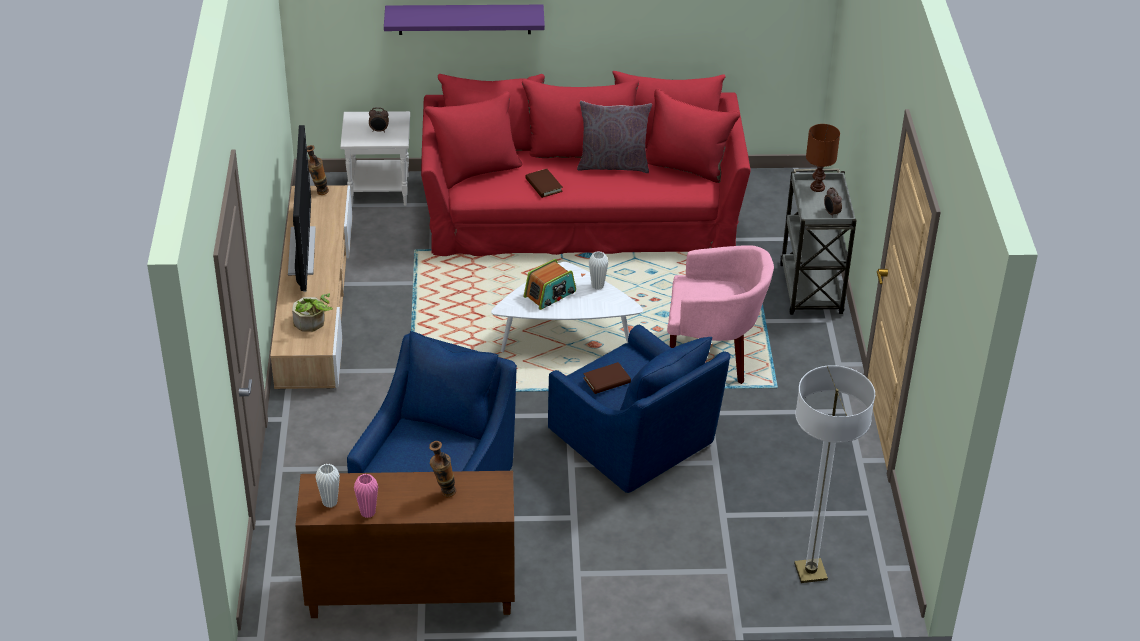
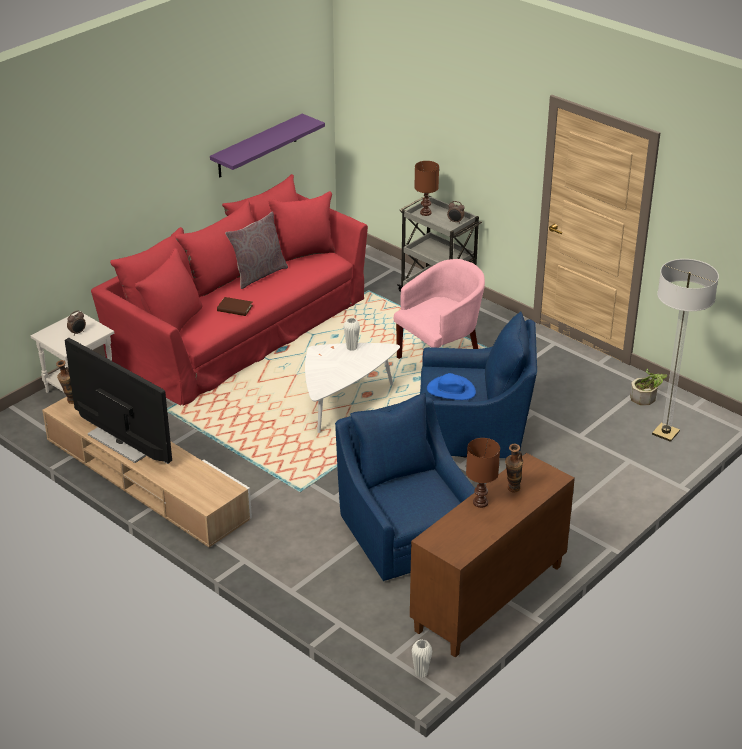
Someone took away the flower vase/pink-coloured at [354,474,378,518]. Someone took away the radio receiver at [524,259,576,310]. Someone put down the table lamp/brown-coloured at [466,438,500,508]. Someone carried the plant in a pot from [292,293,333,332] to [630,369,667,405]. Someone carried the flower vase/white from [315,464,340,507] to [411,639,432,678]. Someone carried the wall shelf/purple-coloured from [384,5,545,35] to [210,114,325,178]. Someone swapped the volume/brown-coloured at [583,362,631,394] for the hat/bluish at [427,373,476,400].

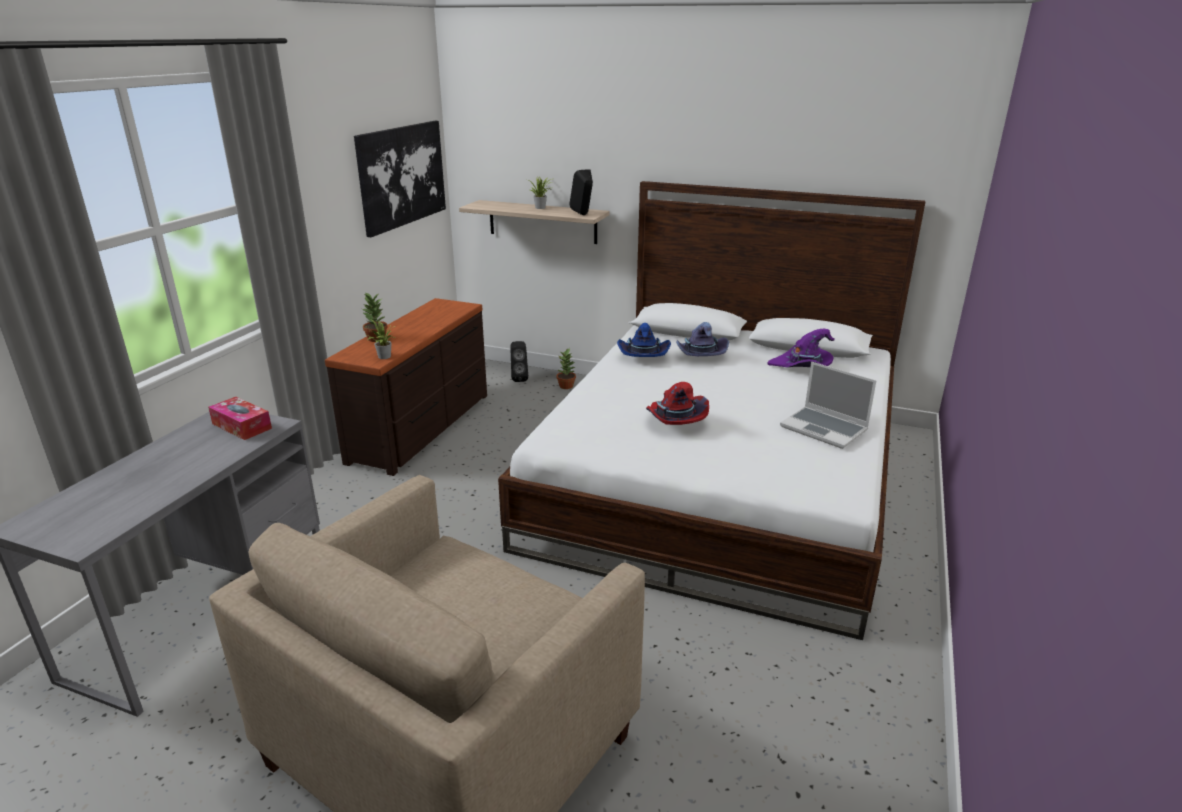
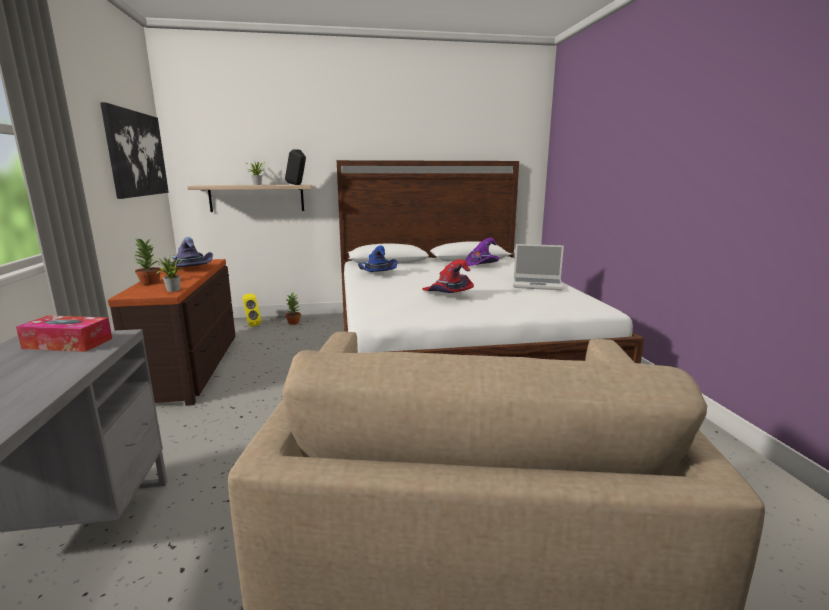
Someone carried the hat/purple-coloured from [676,322,729,356] to [163,237,213,267]. Someone repainted the audio speaker/black-coloured at [510,341,528,382], which became the audio speaker/yellow at [243,294,261,327].

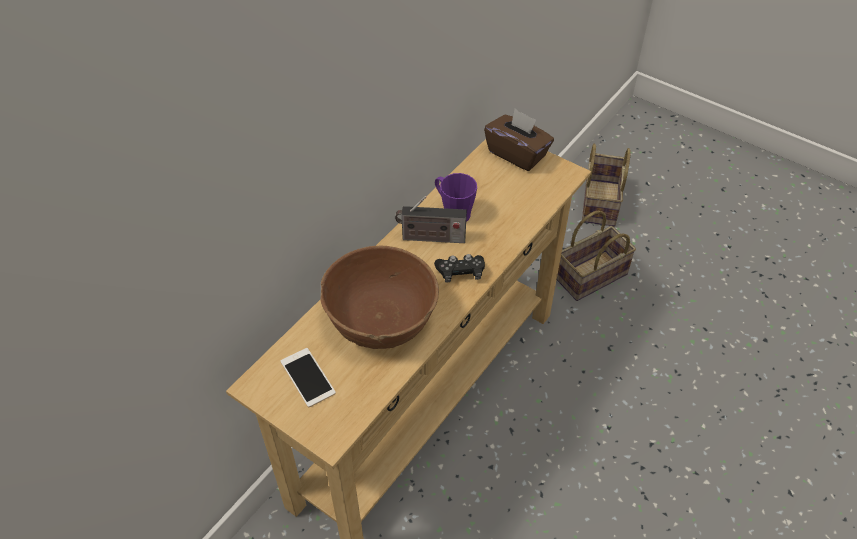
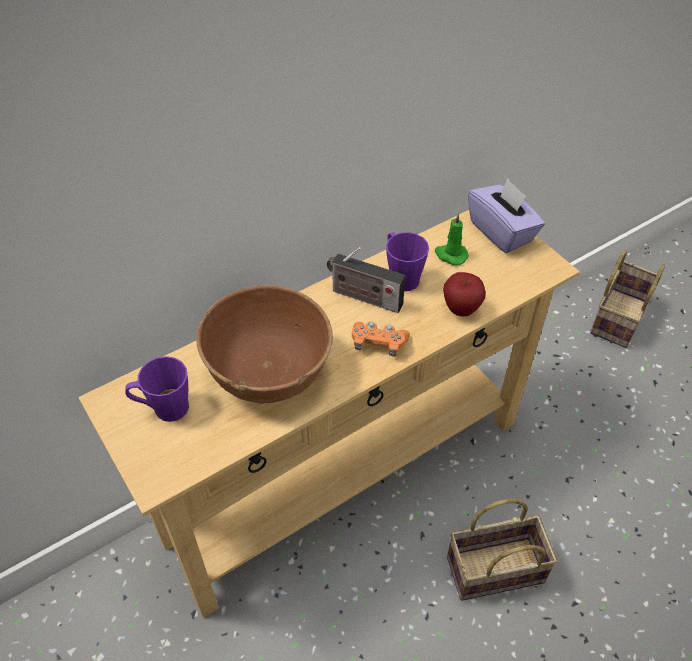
Someone put down the wax candle/greenish at [435,213,469,265]. Someone put down the apple at [443,272,486,317]. Someone carried the storage basket from [557,211,636,301] to [447,499,557,601]. Someone swapped the telephone at [280,348,336,407] for the coffee mug/purple-coloured at [125,356,189,422]. Someone repainted the game controller/black-coloured at [434,254,485,282], which became the game controller/orange at [352,321,410,357]. Someone repainted the box of tissues/brown-coloured at [484,109,554,171], which became the box of tissues/purple-coloured at [468,178,545,253].

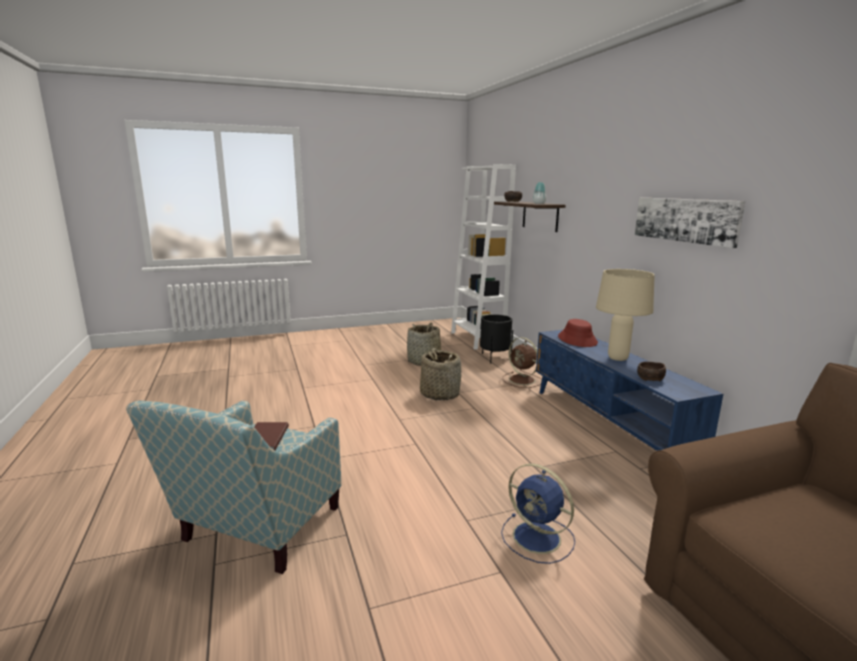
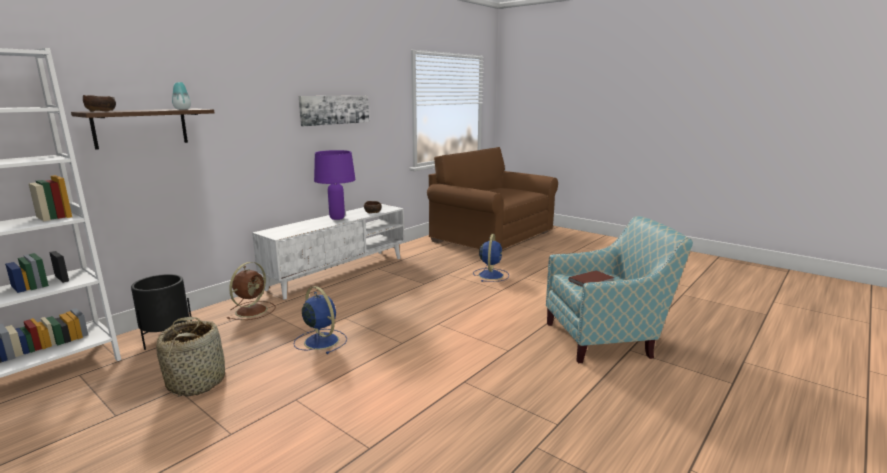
Someone took away the hat/red at [558,319,598,347]. Someone swapped the storage basket at [420,348,461,400] for the electric fan/bluish at [293,286,347,354]. Someone repainted the media console/bluish at [536,330,723,451], which became the media console/white at [252,204,405,300]. Someone repainted the table lamp/beige-coloured at [596,269,655,361], which became the table lamp/purple-coloured at [314,150,356,220].

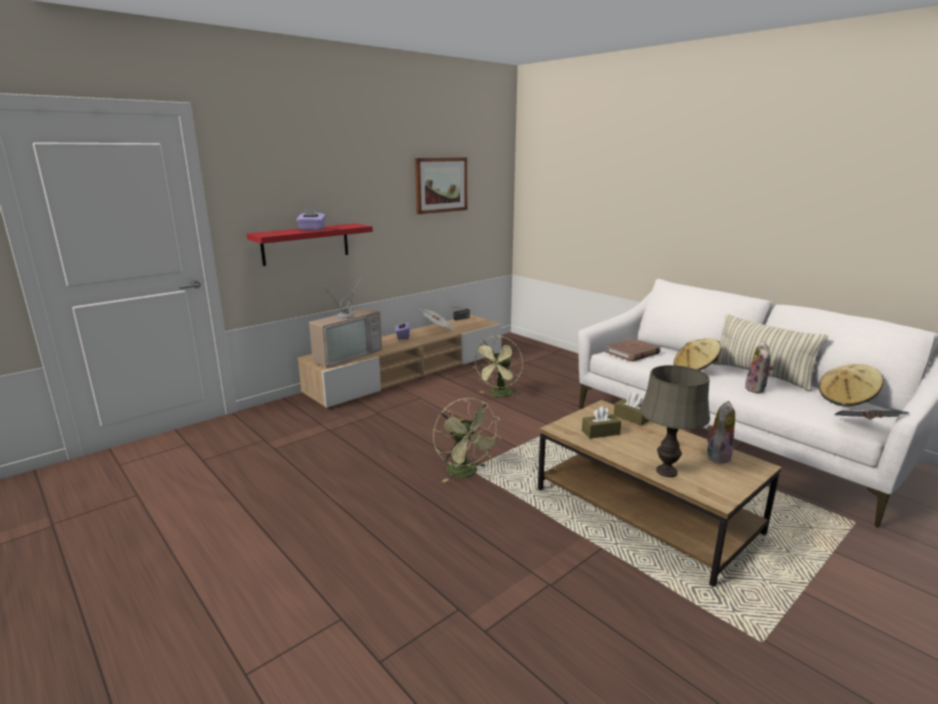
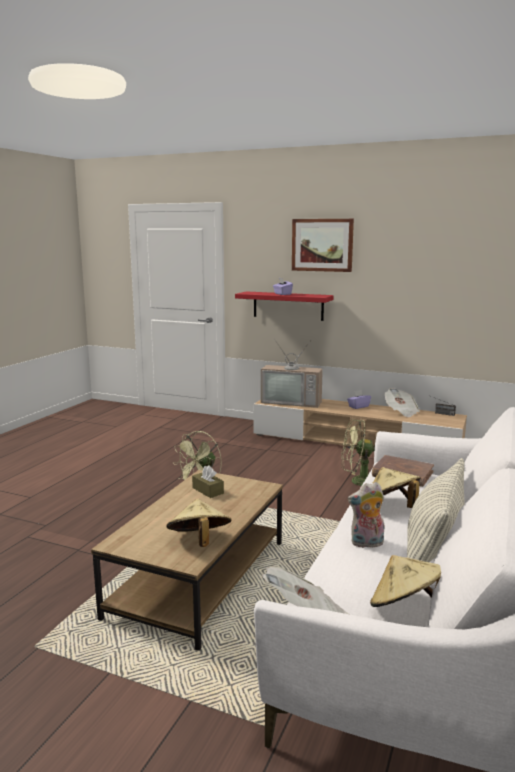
Someone took away the box of tissues/brown-coloured at [614,393,649,426]. Someone took away the table lamp/greyish at [640,365,710,477]. Someone carried the picture from [415,157,467,214] to [292,219,354,272]. Someone swapped the cuddly toy at [707,401,735,463] for the hat/beige-coloured at [166,499,232,547].

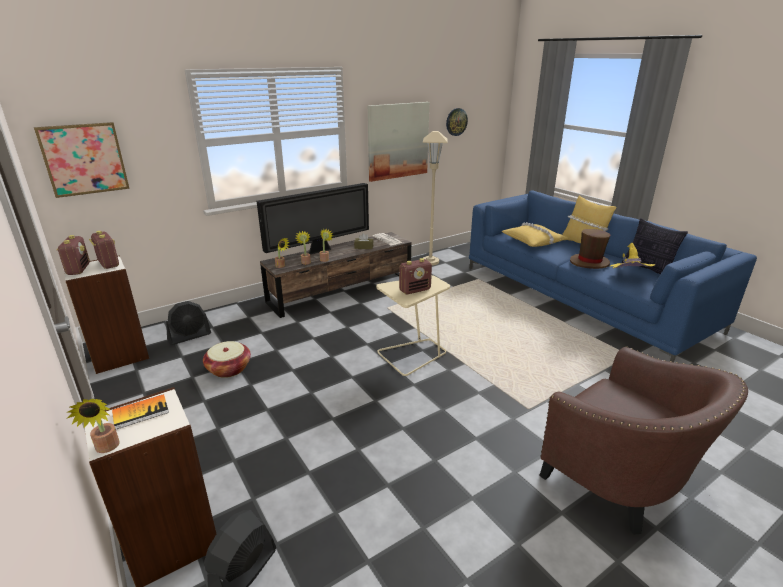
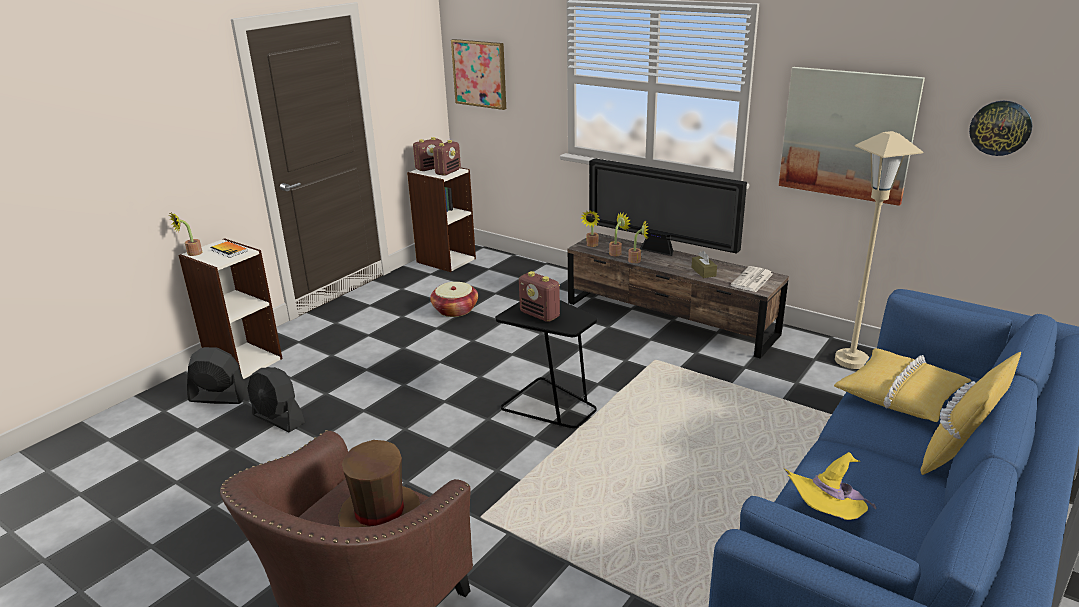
Someone took away the pillow at [622,218,688,274]. Someone carried the electric fan/black-coloured from [166,301,211,345] to [247,367,305,432]. Someone carried the hat/brown-coloured from [570,229,610,269] to [338,440,420,527]. Someone repainted the accent table/beige-coloured at [376,275,450,376], which became the accent table/black-coloured at [495,300,597,428].

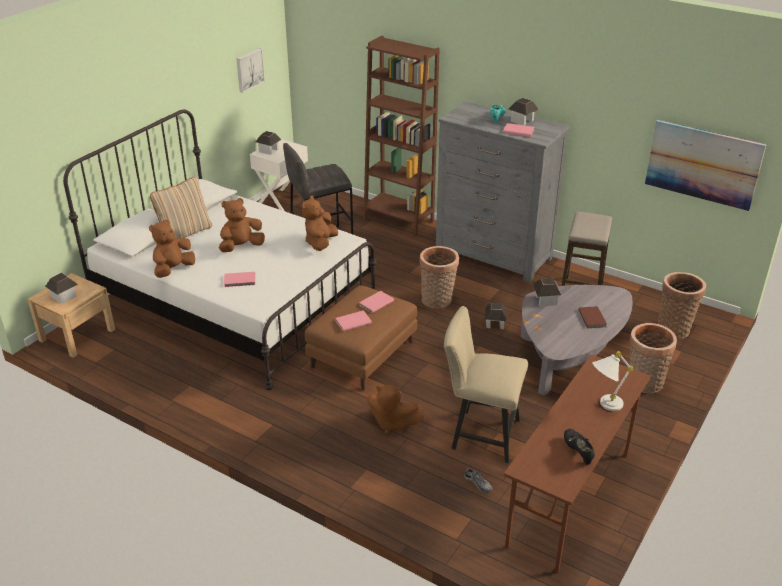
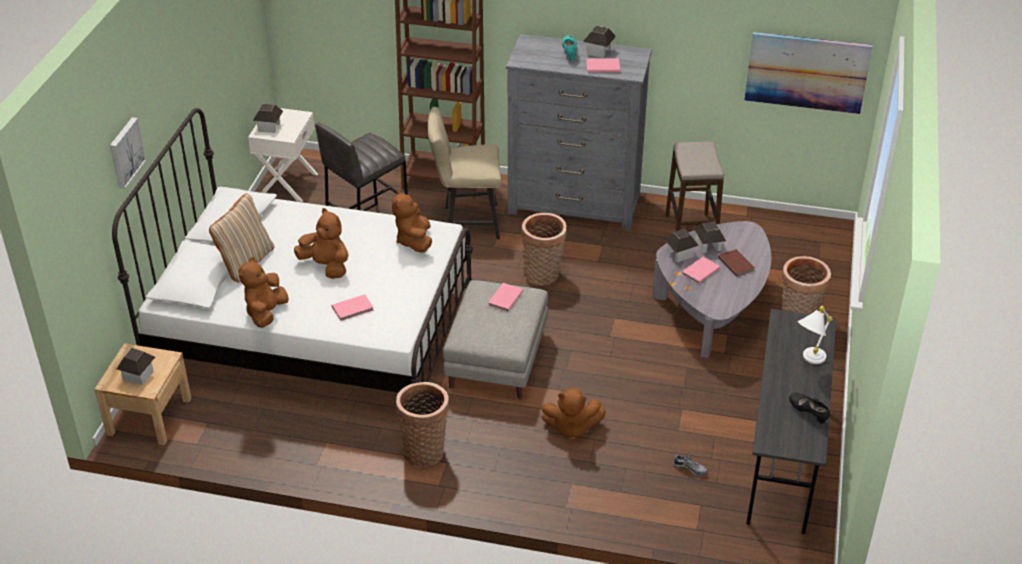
Someone carried the picture from [236,48,265,93] to [110,117,146,189]. Someone carried the volume/pink-coloured from [336,310,372,331] to [682,257,720,284]. Someone carried the upright chair/beige-coloured from [444,306,528,463] to [428,107,502,239]. Someone carried the toy house from [485,303,507,329] to [694,221,726,253]. Someone carried the storage basket from [658,272,706,339] to [396,382,449,468]. Someone repainted the pouffe/brown-coloured at [305,285,417,390], which became the pouffe/greyish at [443,280,548,399]. Someone repainted the desk/brown-coloured at [504,355,651,573], which became the desk/greyish at [746,309,836,534]. Someone rotated the cuddly toy/brown-coloured at [219,198,265,252] by 90 degrees clockwise.

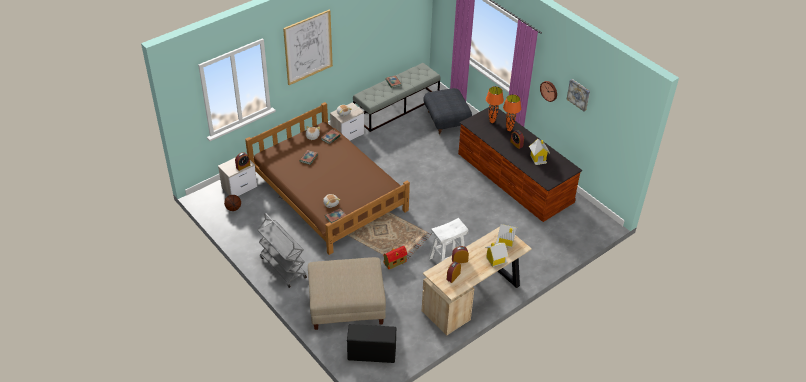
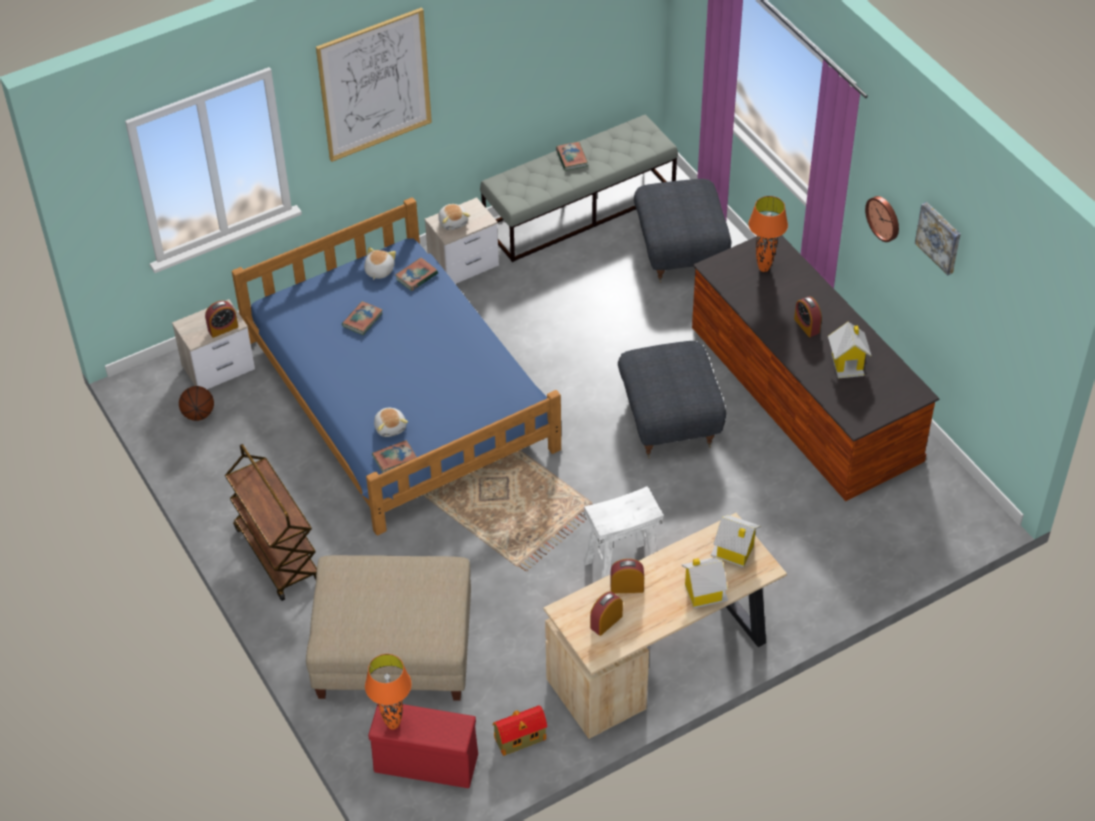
Someone put down the pouffe/greyish at [618,341,726,458]. Someone carried the toy house from [383,246,407,269] to [492,705,547,756]. Someone carried the table lamp/orange from [503,94,521,131] to [365,654,412,729]. Someone repainted the bed/brown-coloured at [245,102,410,255], which became the bed/bluish at [232,197,561,535]. Someone repainted the trolley/greyish at [257,213,307,288], which became the trolley/brown-coloured at [225,444,317,601]. Someone repainted the storage bin/black-coloured at [347,324,397,363], which became the storage bin/red at [368,704,478,788].

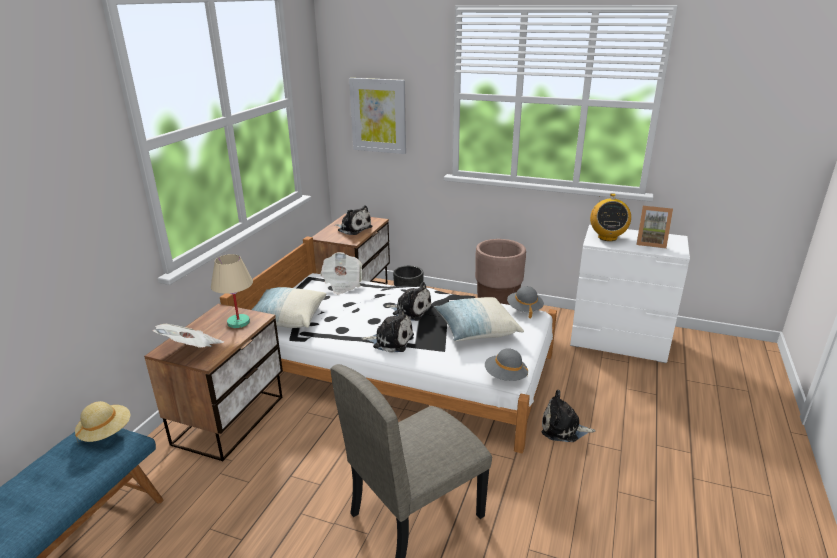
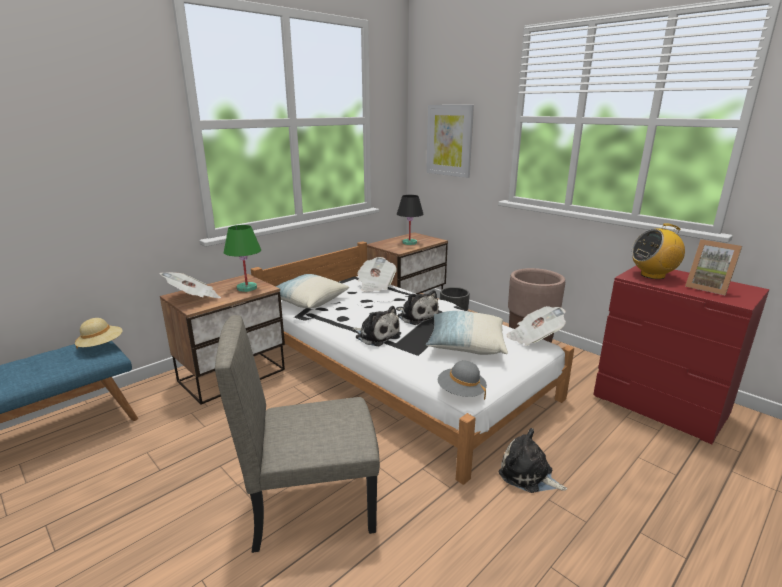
Someone swapped the cuddly toy at [335,205,372,235] for the table lamp/black-coloured at [397,195,424,245]. Someone swapped the hat/greyish at [507,286,544,319] for the daily paper at [507,306,566,346]. Someone repainted the table lamp/beige-coloured at [211,254,253,328], which became the table lamp/greenish at [224,225,261,292]. Someone repainted the chest of drawers/white at [570,225,690,363], which became the chest of drawers/red at [593,266,769,444]. Someone rotated the radio receiver at [590,193,631,241] by 45 degrees clockwise.

